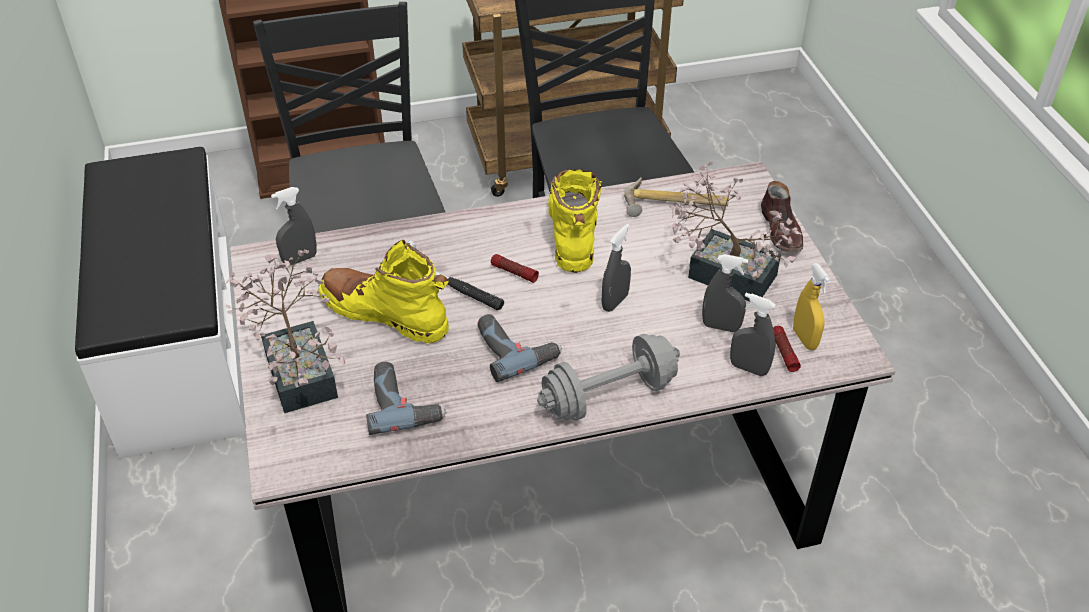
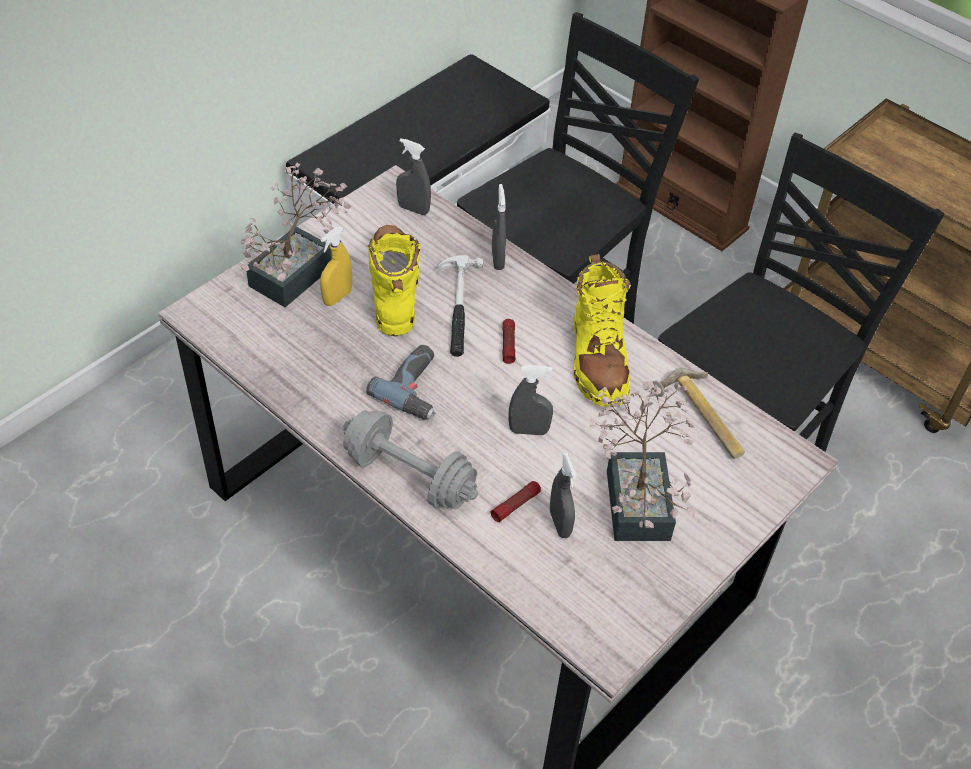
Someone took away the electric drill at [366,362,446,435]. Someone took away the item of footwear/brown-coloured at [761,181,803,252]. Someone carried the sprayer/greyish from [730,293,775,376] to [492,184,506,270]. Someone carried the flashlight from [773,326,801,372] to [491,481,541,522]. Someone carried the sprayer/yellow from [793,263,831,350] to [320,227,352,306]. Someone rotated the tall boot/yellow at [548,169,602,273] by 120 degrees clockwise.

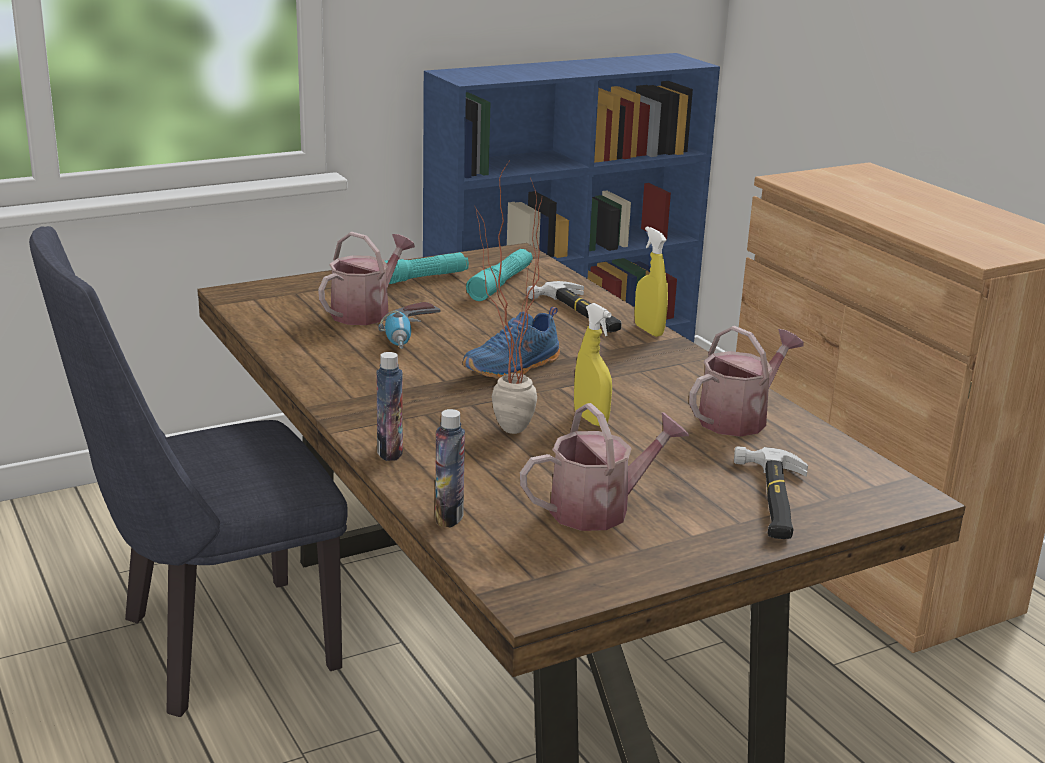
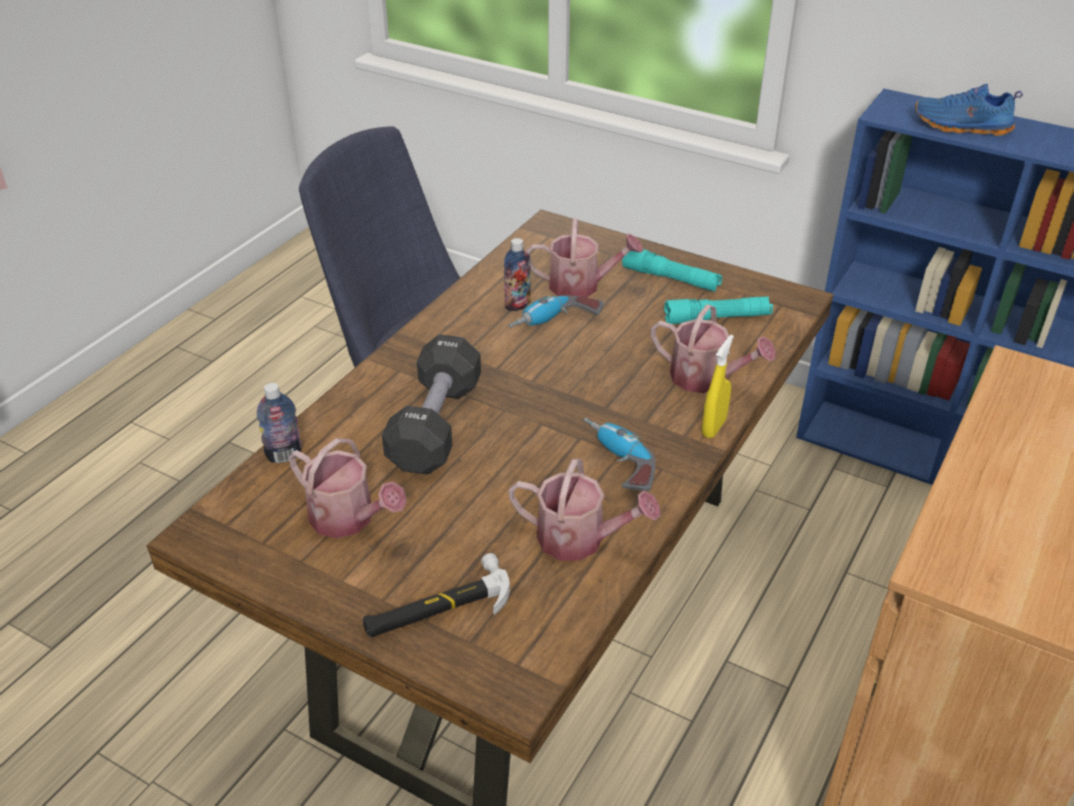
Someone took away the sprayer/yellow at [574,303,612,427]. Someone put down the electric drill at [584,418,656,491]. Someone carried the beverage bottle from [376,352,403,461] to [504,238,531,311]. Someone carried the item of footwear/bluish from [463,307,560,379] to [915,84,1023,136]. Someone swapped the plant in a pot at [475,162,542,434] for the free weight/black-coloured at [382,334,481,475]. Someone swapped the tool hammer at [527,281,622,332] for the watering can at [651,304,776,393].

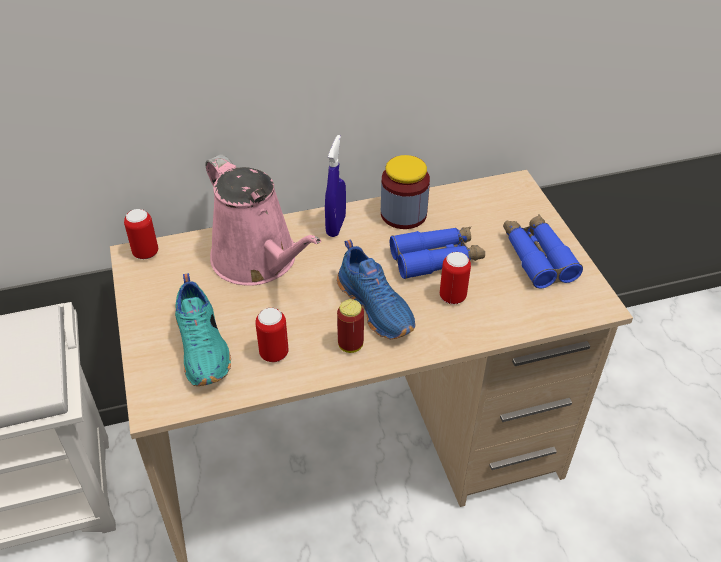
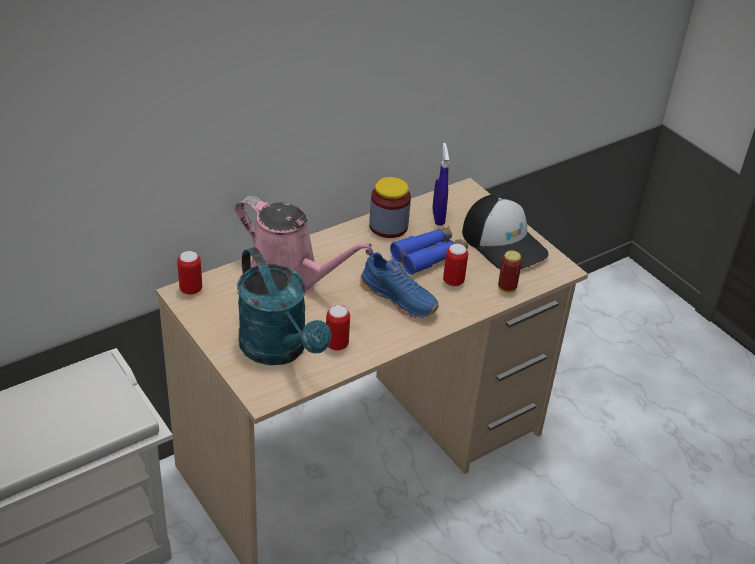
Someone carried the sprayer/bluish from [325,135,346,237] to [433,143,449,225]. Someone carried the sealed can from [337,299,364,353] to [498,250,522,293]. Someone swapped the item of footwear/turquoise at [175,273,231,386] for the watering can/turquoise at [237,247,331,365]. Someone swapped the pair of binoculars/bluish at [503,214,583,288] for the baseball cap at [462,194,549,269].

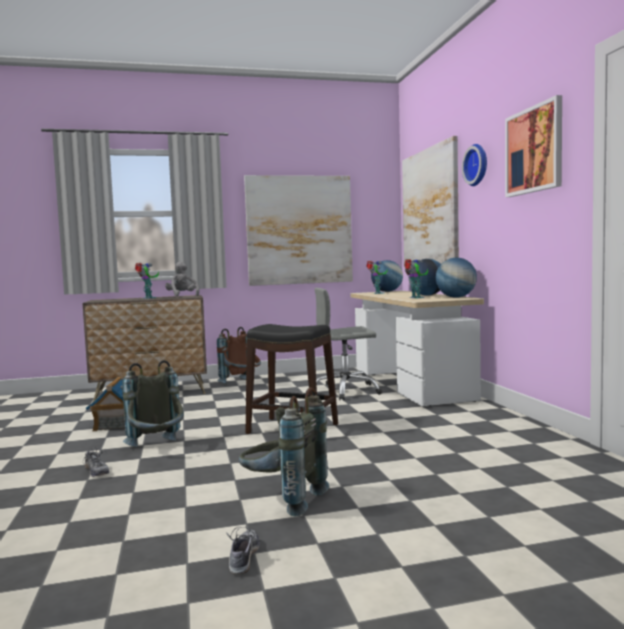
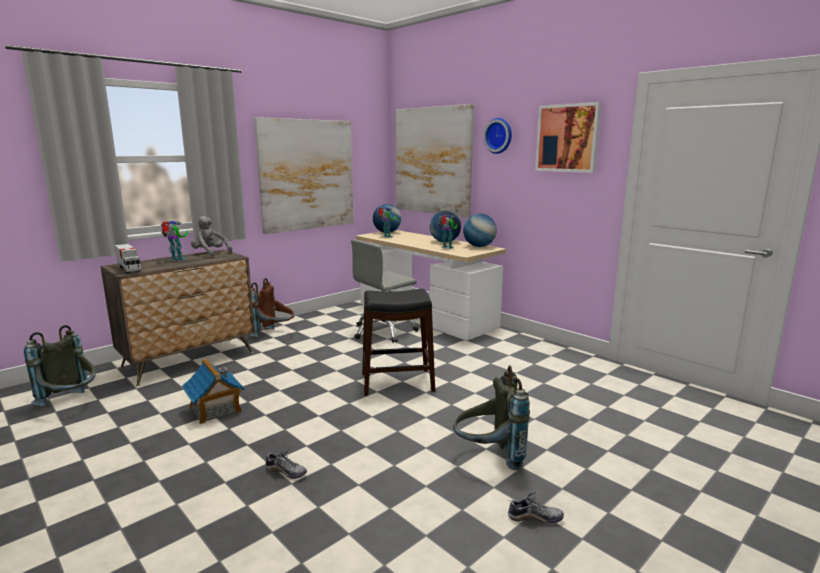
Someone put down the toy lorry at [115,244,141,273]. Someone carried the backpack/greyish from [122,360,184,447] to [24,325,96,406]. Someone rotated the item of footwear at [226,527,262,575] by 120 degrees clockwise.

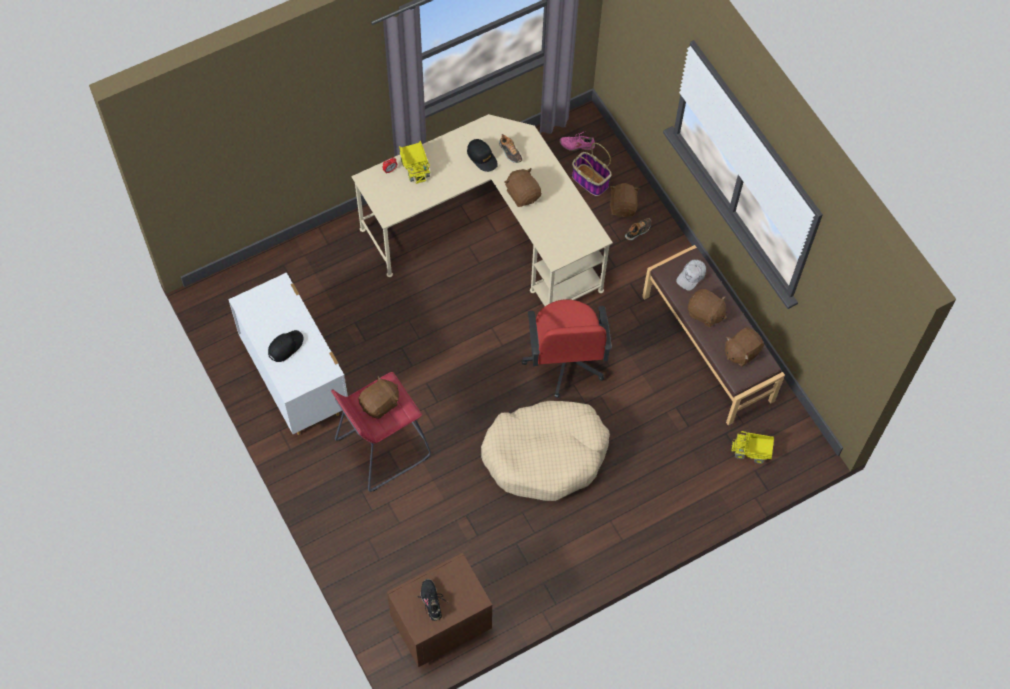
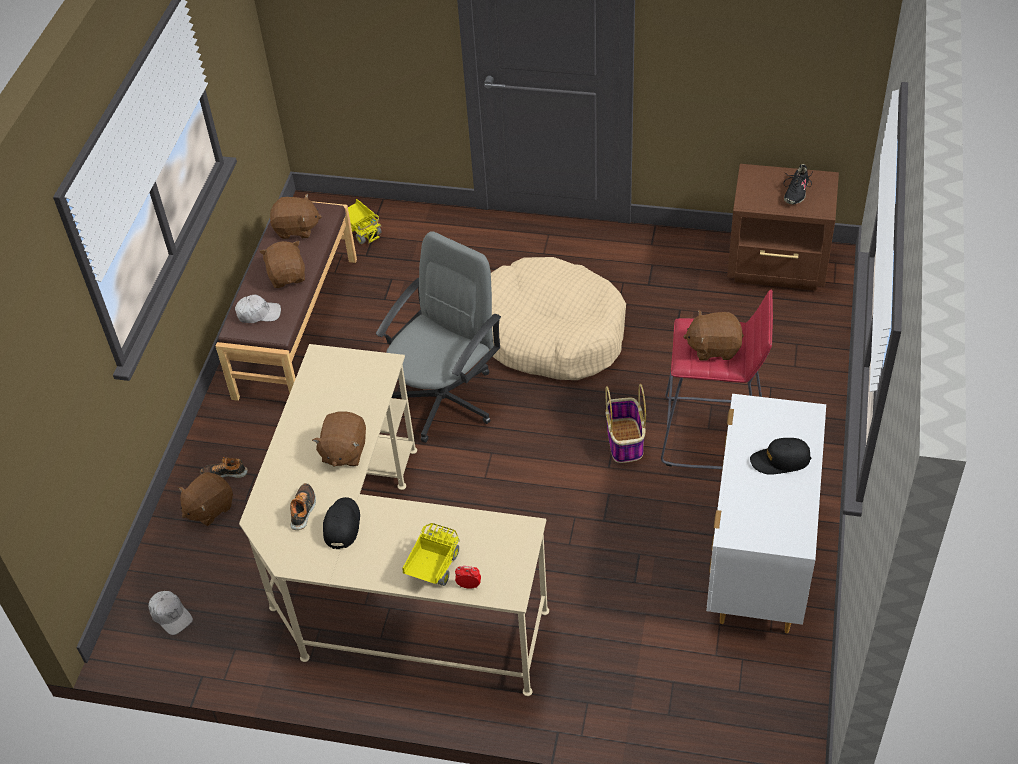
Someone carried the storage basket from [572,143,612,196] to [605,384,646,463]. Someone swapped the item of footwear/pink-coloured at [560,131,595,151] for the baseball cap/white at [148,591,193,635]. Someone repainted the computer chair/red at [522,299,612,398], which became the computer chair/greyish at [376,231,501,443].

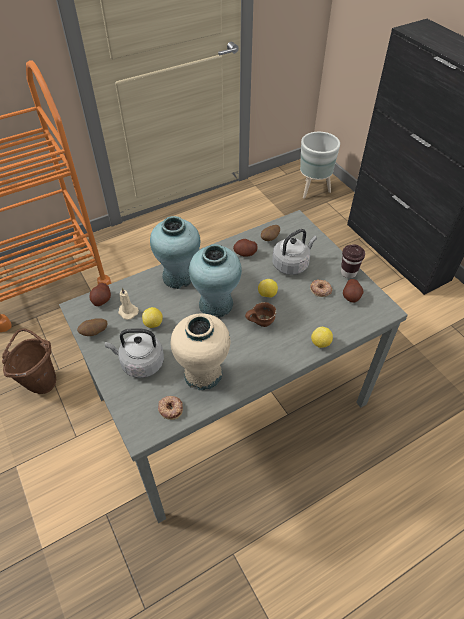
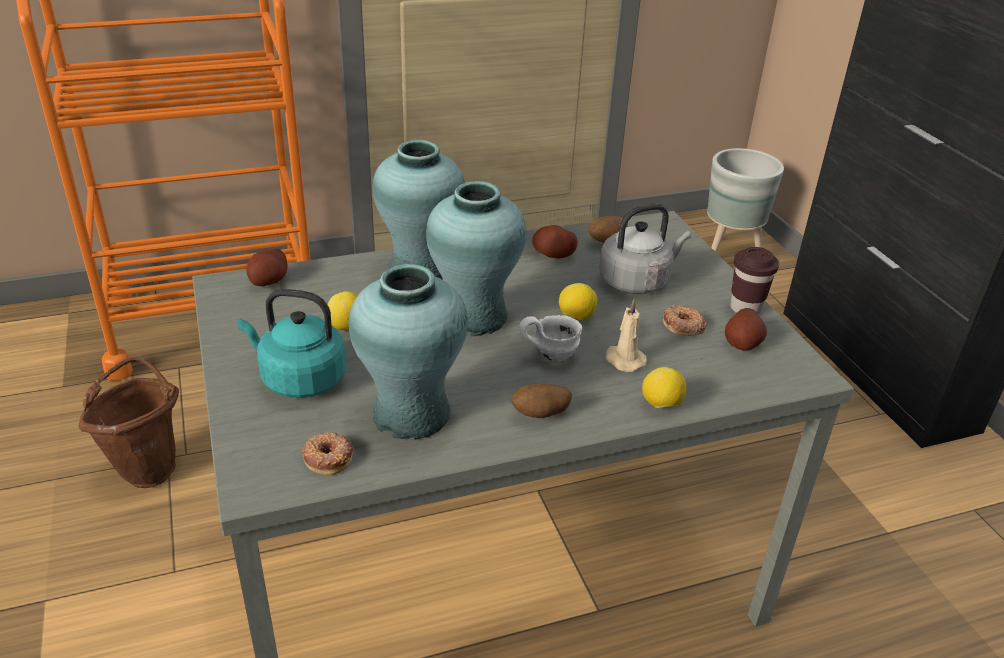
Someone carried the whole potato from [77,318,108,336] to [511,384,572,418]. Someone carried the wax candle/beige-coloured from [118,288,139,320] to [606,299,647,372]. Someone repainted the tea kettle/greyish at [105,328,164,378], which became the tea kettle/turquoise at [238,289,346,398]. Someone repainted the flower vase/beige-coloured at [171,313,230,390], which became the flower vase/turquoise at [348,264,468,440]. Someone repainted the coffee mug/brown-coloured at [245,302,276,327], which became the coffee mug/white at [519,315,582,362].

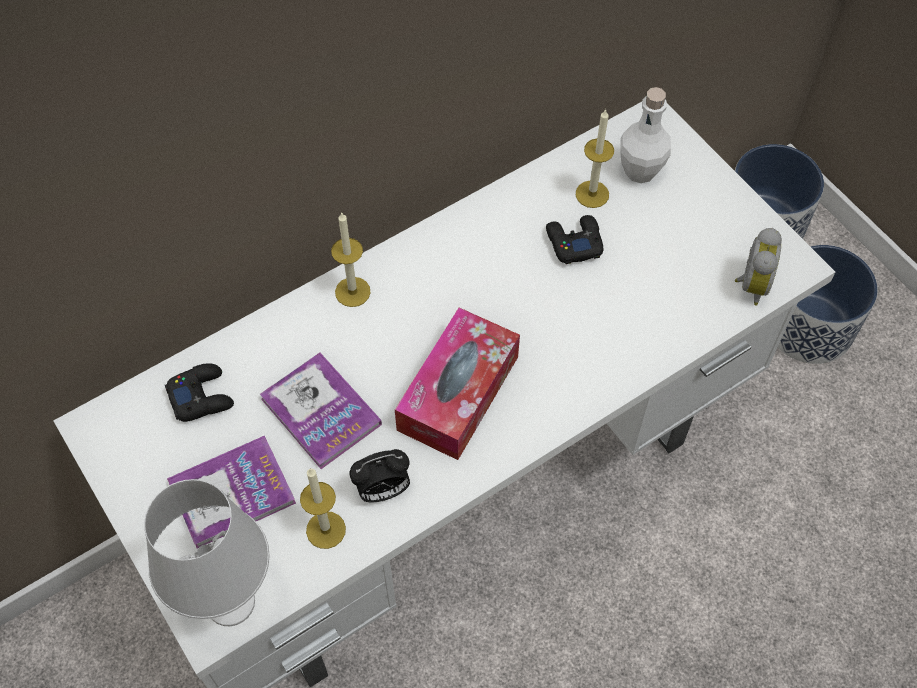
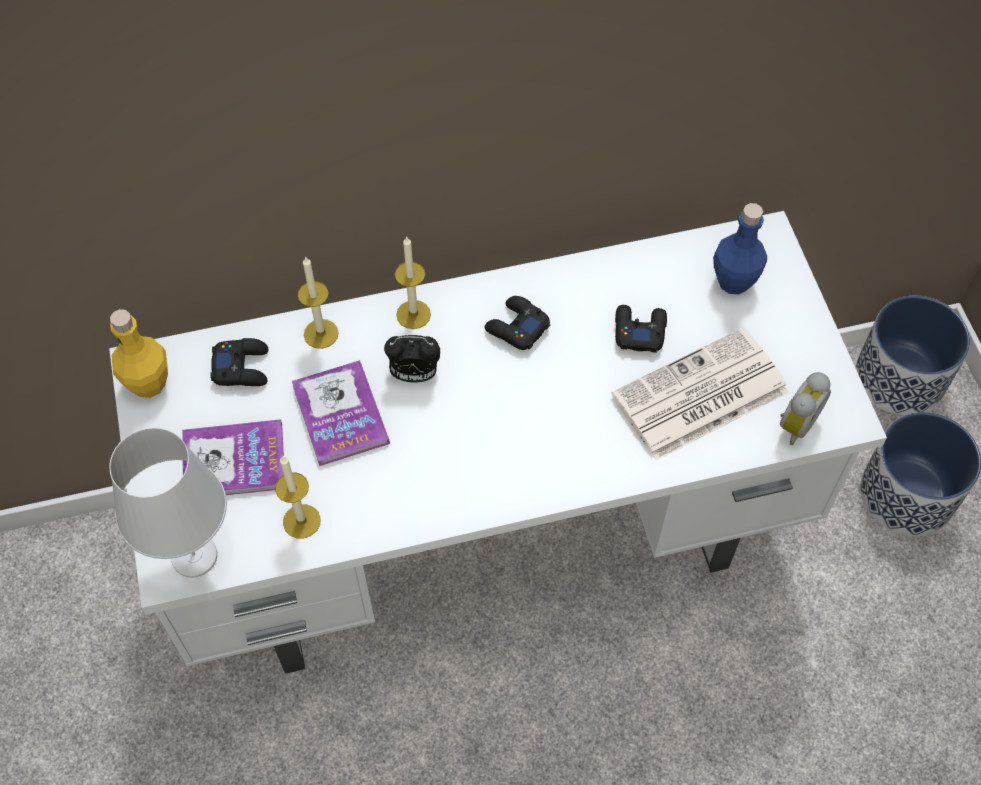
Someone took away the box of tissues at [395,307,520,460]. Someone put down the beverage bottle/yellow at [110,309,168,398]. Someone put down the game controller/black-coloured at [484,296,550,350]. Someone put down the daily paper at [611,327,789,460]. Someone carried the bedside clock from [349,449,410,502] to [384,335,440,383]. Someone carried the wax candle from [576,109,614,208] to [298,256,339,349]. Someone repainted the beverage bottle/white at [620,87,671,183], which became the beverage bottle/bluish at [713,203,767,294].

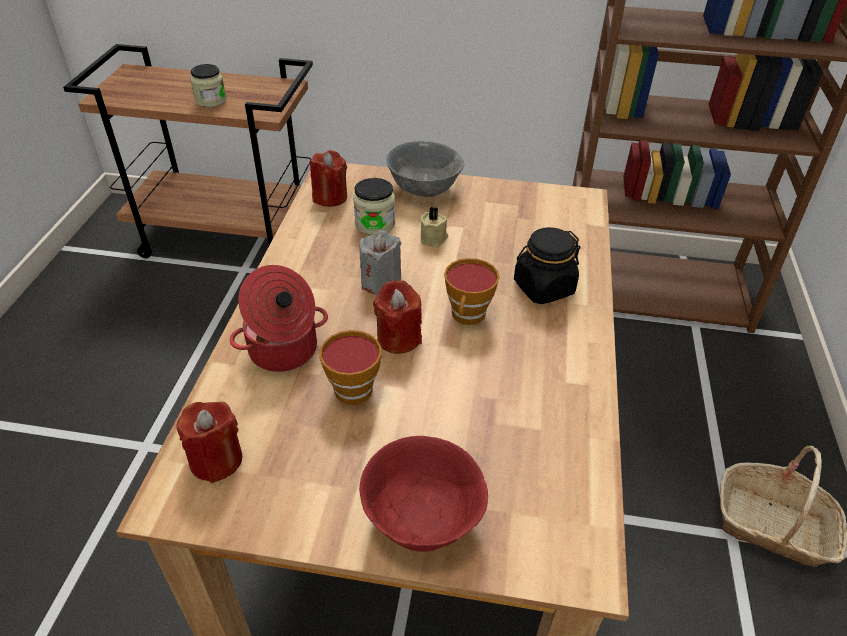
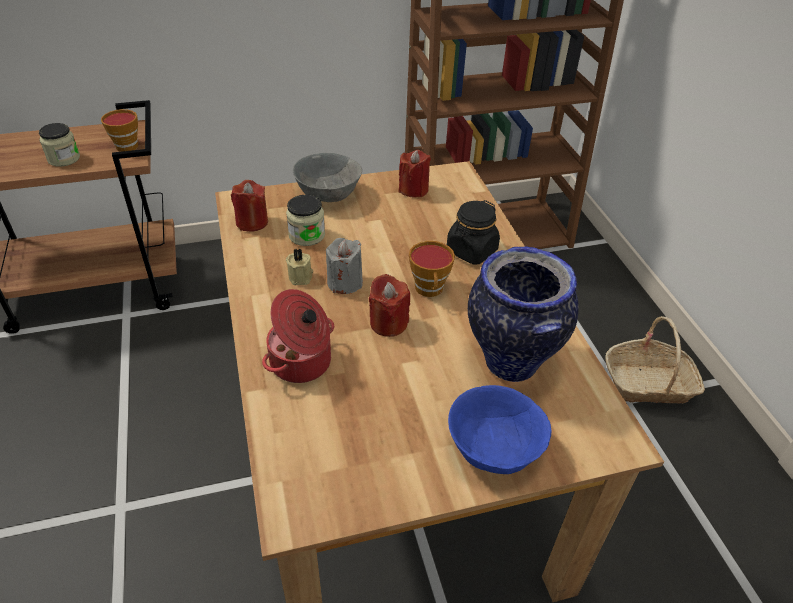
Someone put down the flower vase at [468,246,579,382]. Someone carried the wax candle/red from [176,402,242,483] to [398,150,431,198]. Someone carried the cup from [319,330,382,405] to [101,109,138,152]. Someone carried the wax candle/beige-coloured from [420,207,449,248] to [286,248,313,285]. Someone repainted the serving bowl/red at [359,436,488,552], which became the serving bowl/bluish at [448,385,552,474].

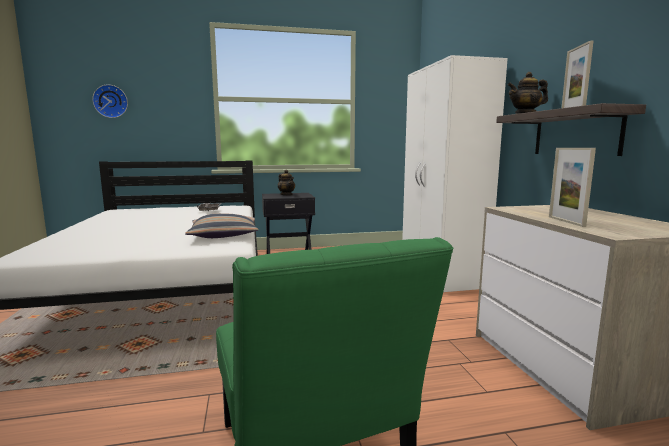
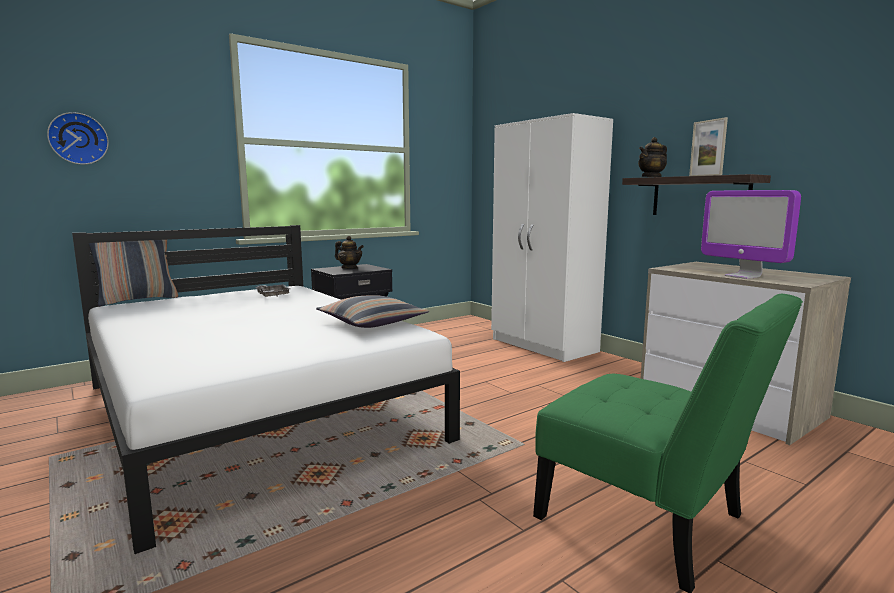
Someone put down the pillow at [89,240,178,306]. Someone swapped the standing frame at [549,148,596,227] for the computer screen at [701,190,801,279].

